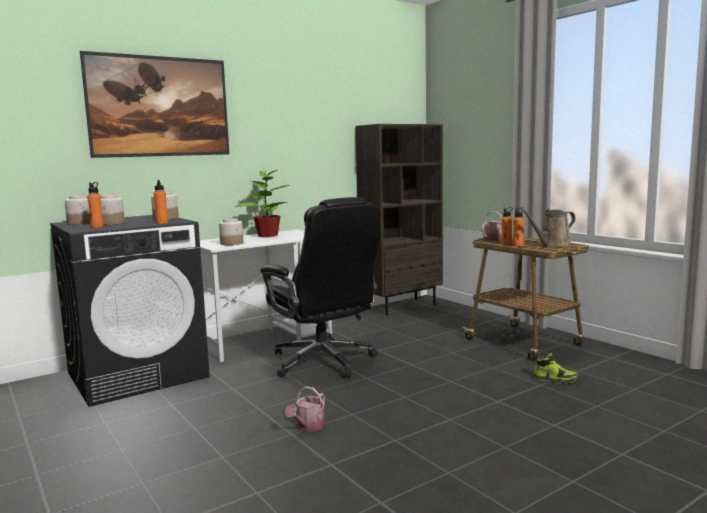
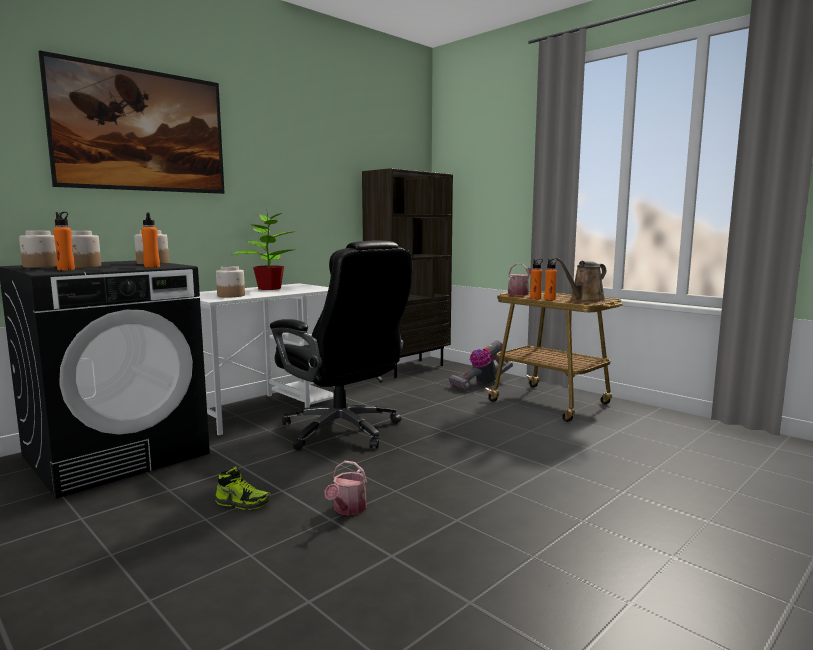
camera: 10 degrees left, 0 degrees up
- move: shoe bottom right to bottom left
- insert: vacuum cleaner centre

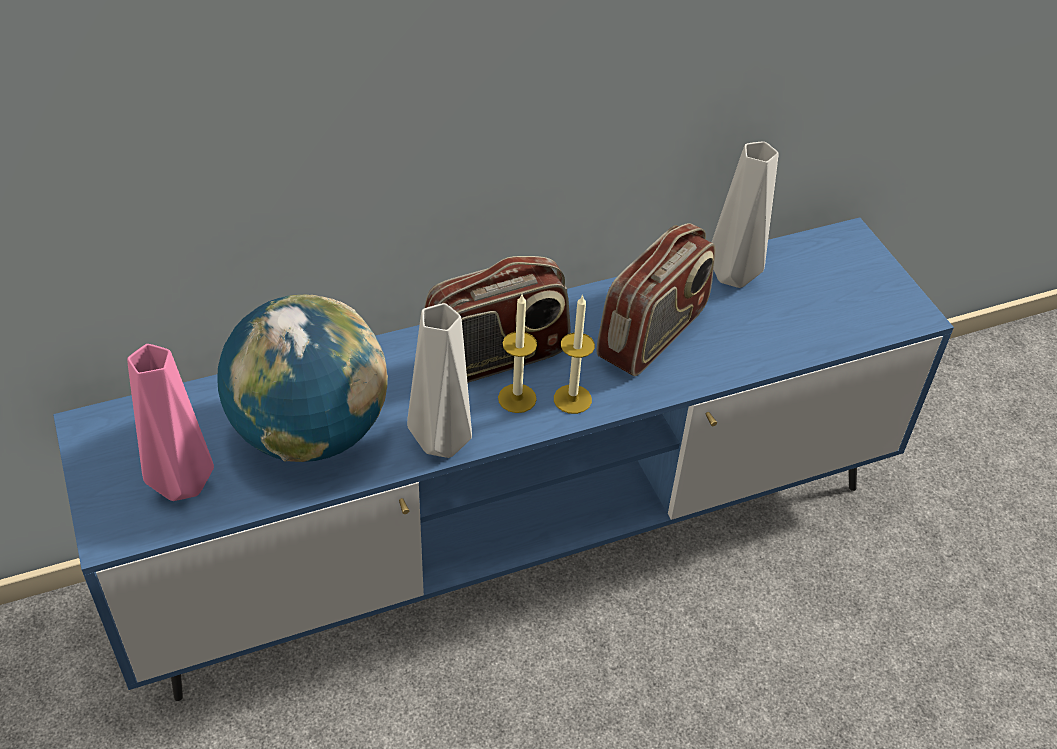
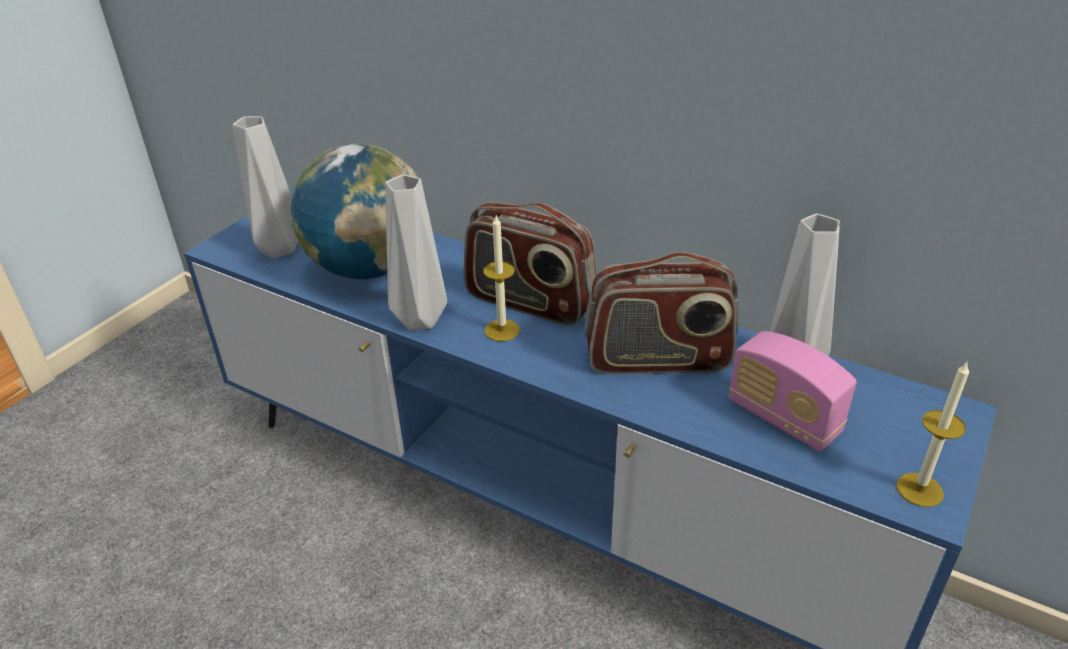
camera: 55 degrees right, 10 degrees down
- recolor: vase (pink) middle left to vase (grey) (1st from left) top left
- move: candle (2nd from left) centre to bottom right
- insert: radio (3rd from left) middle right

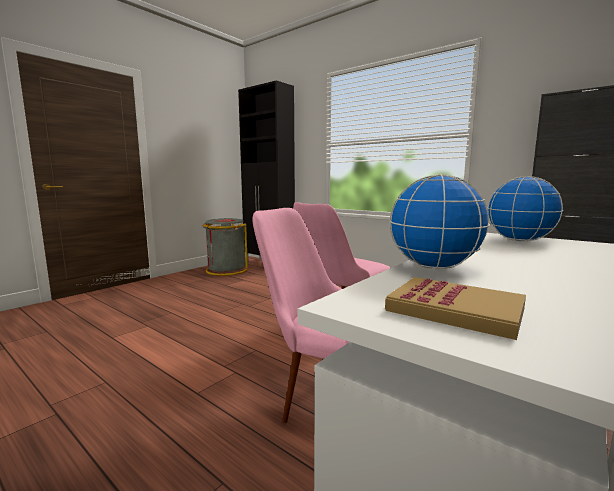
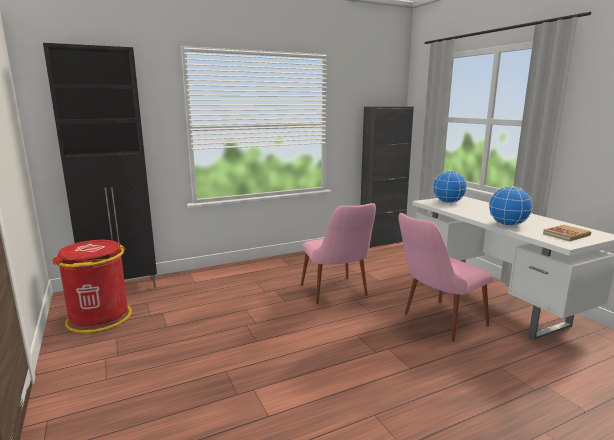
camera: 65 degrees left, 5 degrees up
- recolor: trash can (grey) centre to trash can (red) middle left

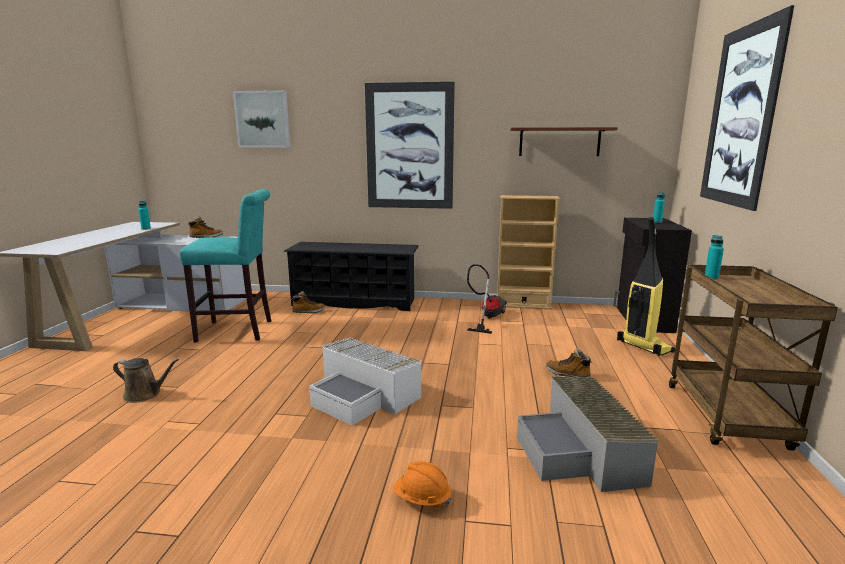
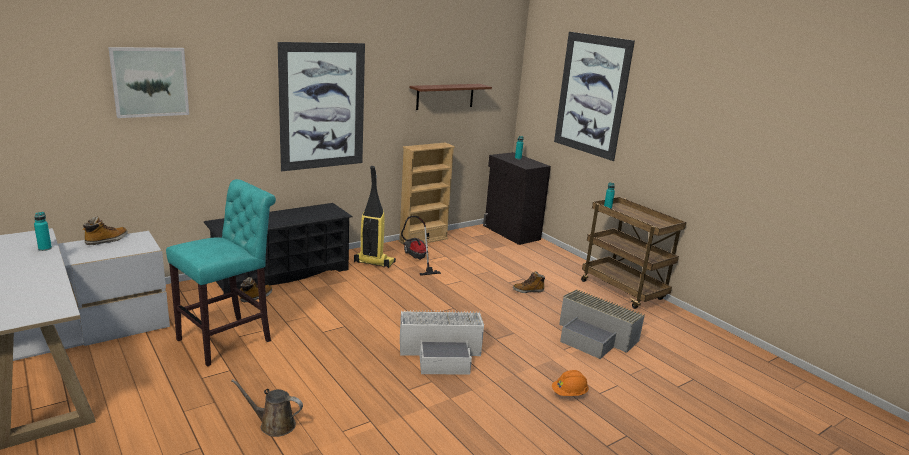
camera: 45 degrees left, 5 degrees up
- rotate: watering can (brown) bottom left = bottom left 135 degrees counterclockwise
- move: vacuum cleaner (2nd from left in the first image) middle right to vacuum cleaner (1st from left) centre

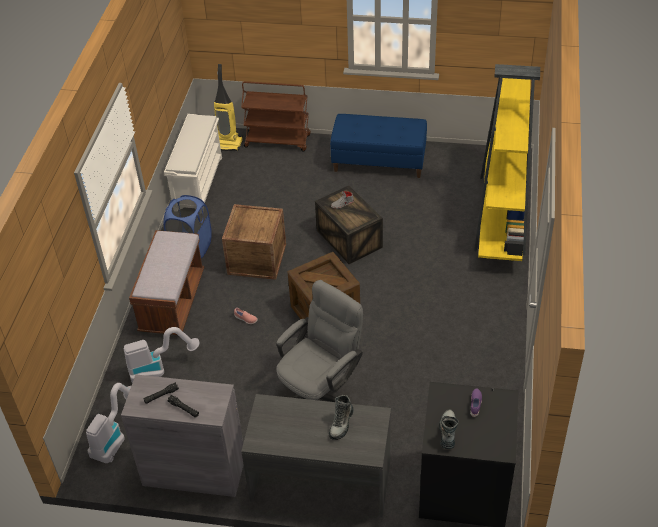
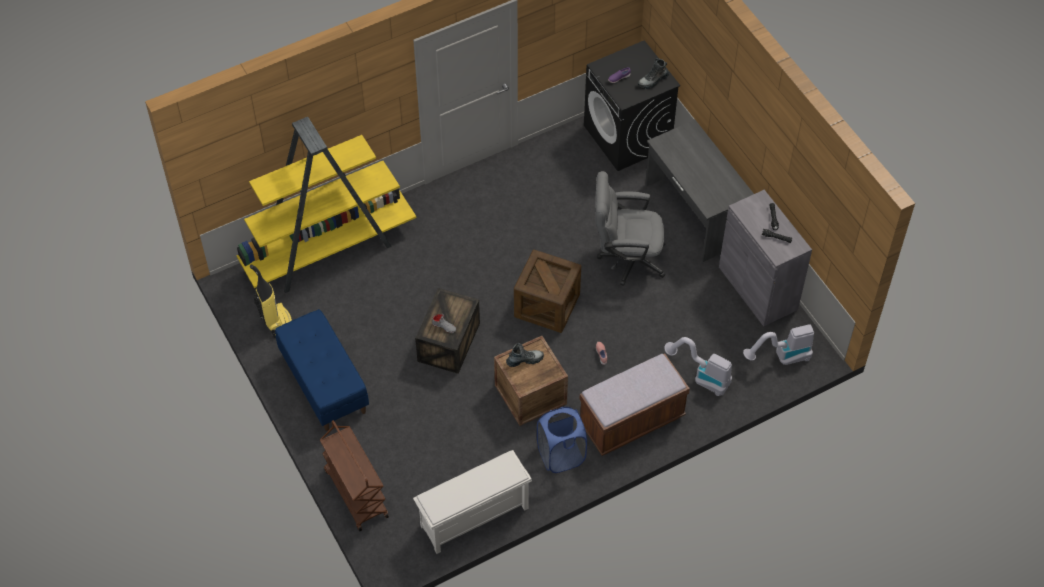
camera: 130 degrees left, 10 degrees up
- move: vacuum cleaner (3rd from left in the first image) top centre to vacuum cleaner (1st from left) middle left
- move: boot (1st from left) bottom centre to centre

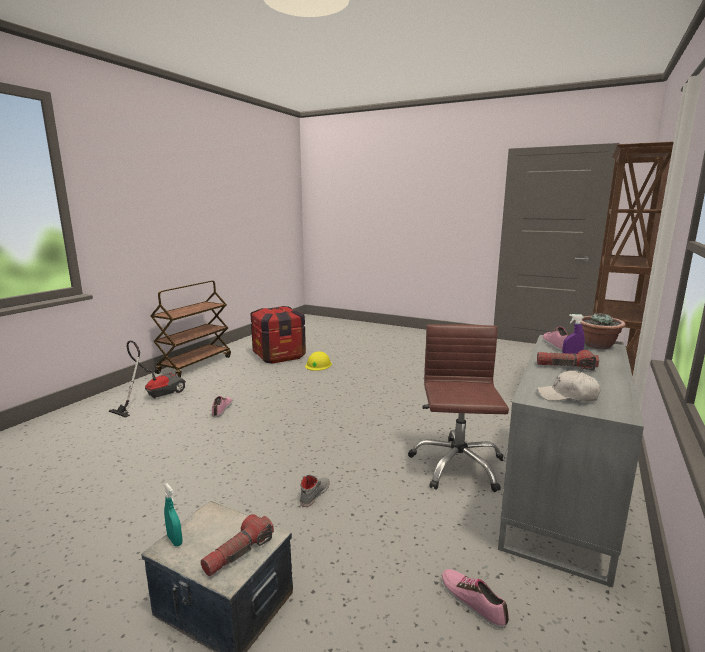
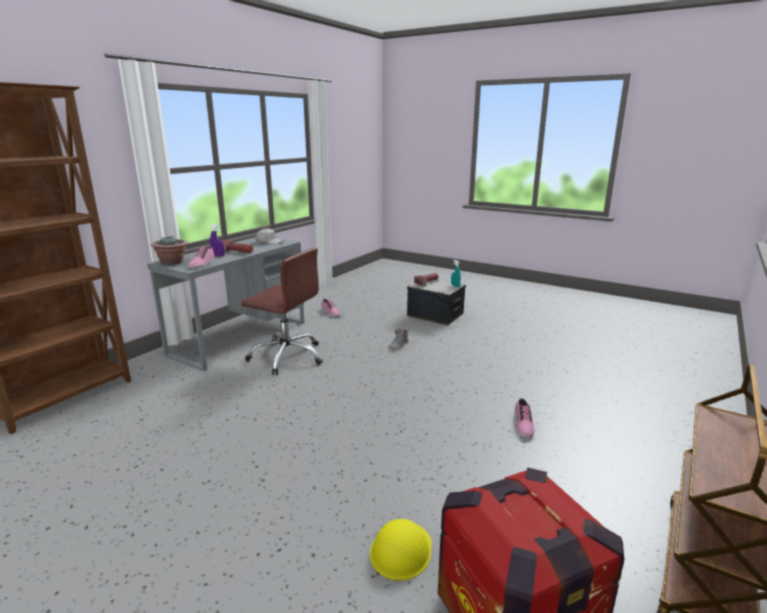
camera: 175 degrees left, 5 degrees up
- delete: vacuum cleaner middle left
- rotate: office chair (brown) centre = centre 75 degrees counterclockwise

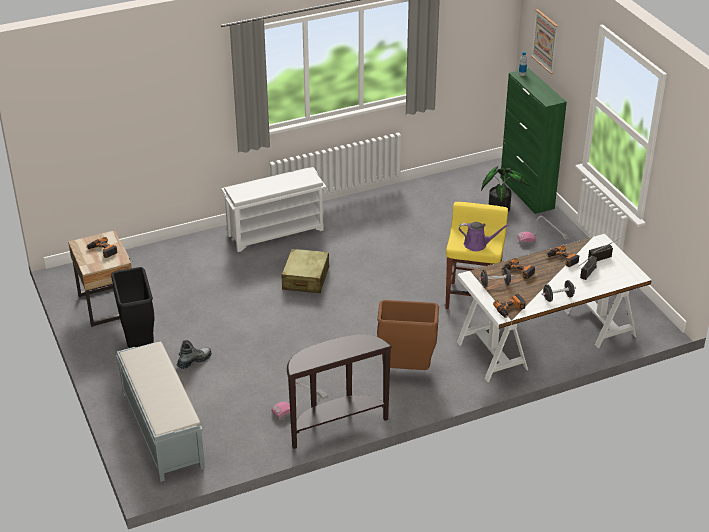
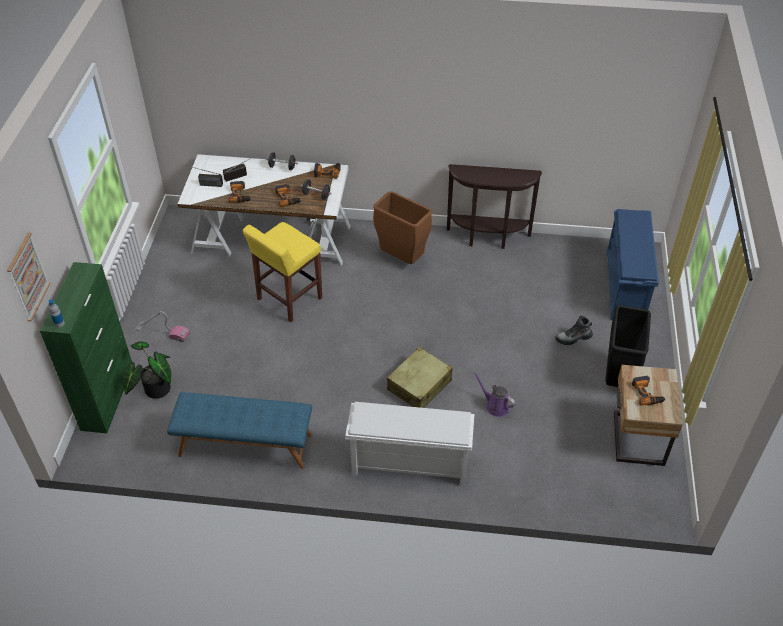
camera: 150 degrees left, 10 degrees up
- replace: bench (grey) bottom left to shoe rack (blue) middle right
- delete: vacuum cleaner (1st from left) bottom centre
- move: watering can (purple) middle right to centre
- insert: bench (blue) bottom left

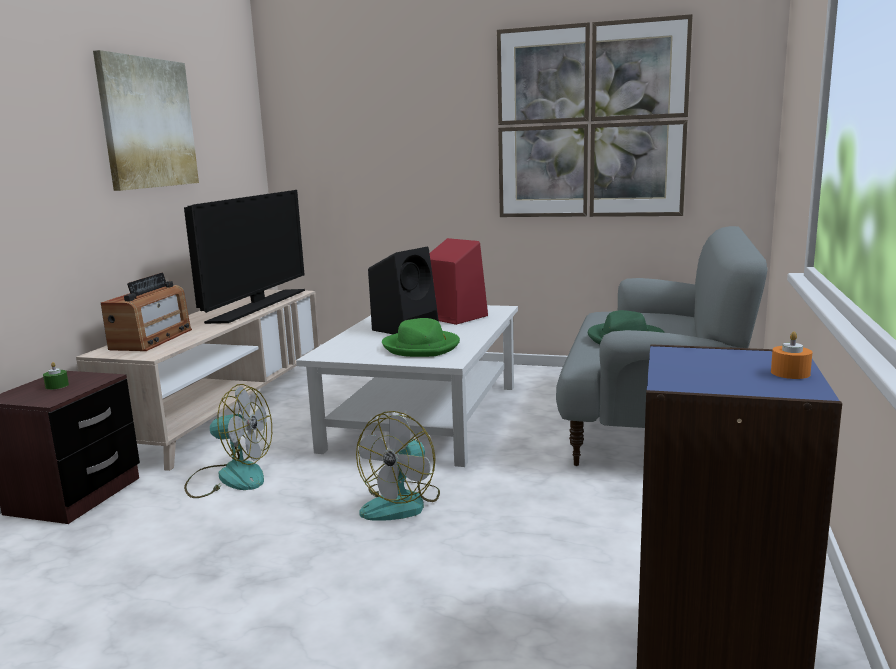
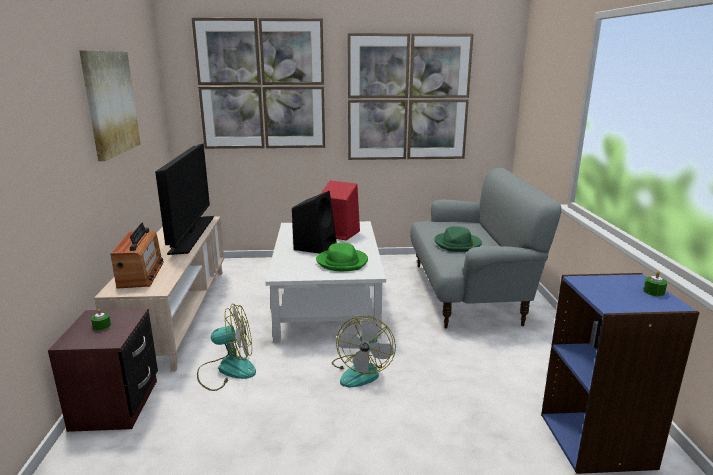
camera: 20 degrees left, 5 degrees up
- recolor: candle (orange) middle right to candle (green) (2nd from left) middle right
- insert: picture (2nd from left) top centre

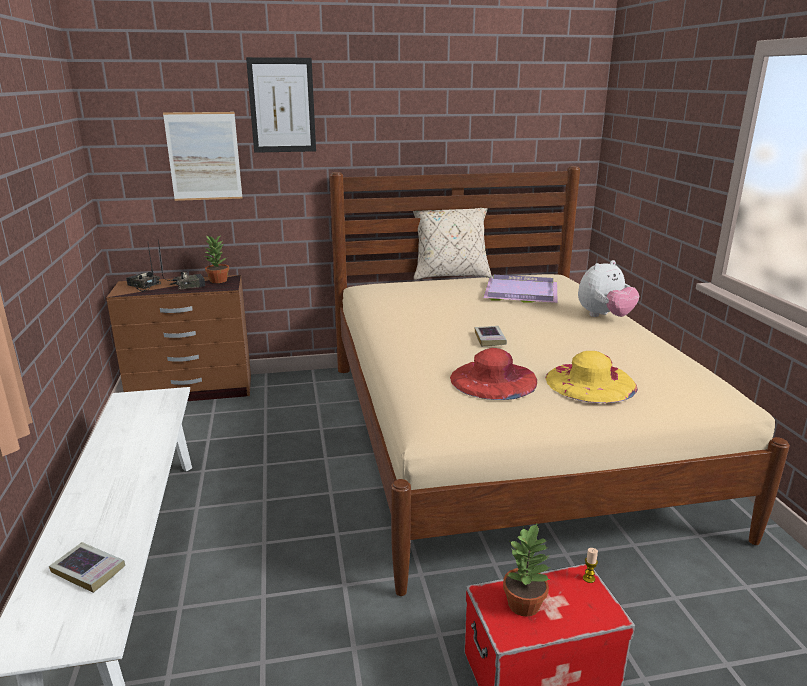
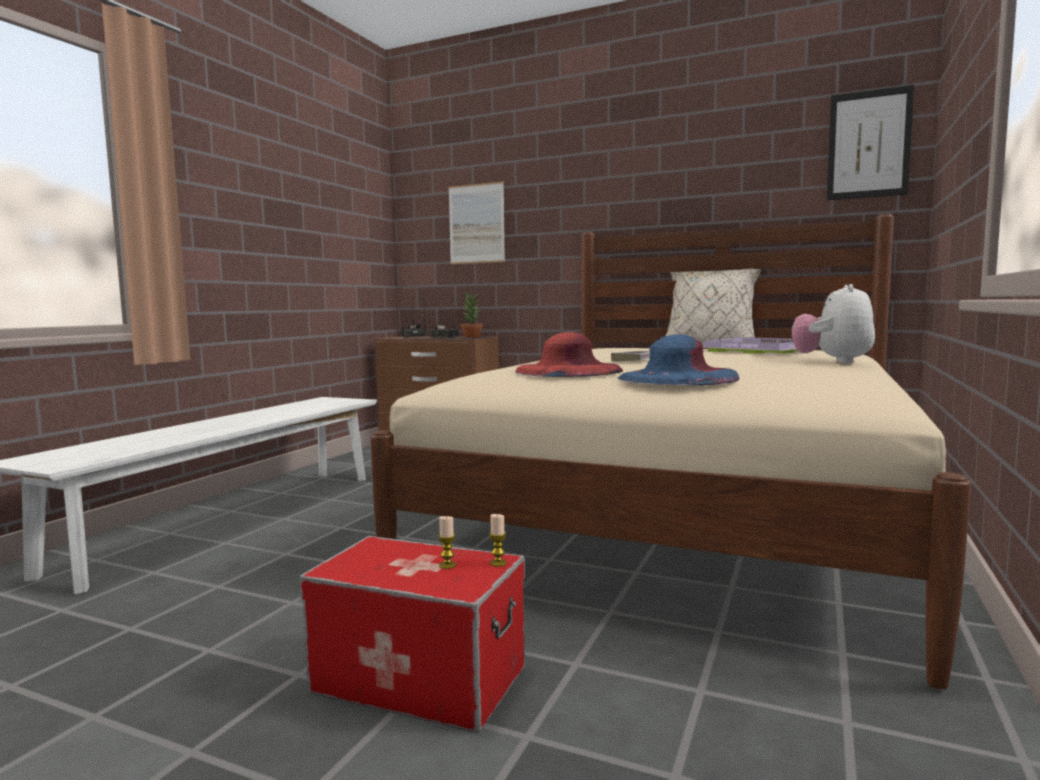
camera: 35 degrees right, 15 degrees down
- delete: book (1st from left) bottom left
- move: picture (2nd from left) top centre to top right
- delete: potted plant (2nd from left) bottom centre
- recolor: hat (yellow) middle right to hat (blue) centre
- rotate: plush toy middle right = middle right 105 degrees clockwise
- insert: candle (1st from left) bottom centre

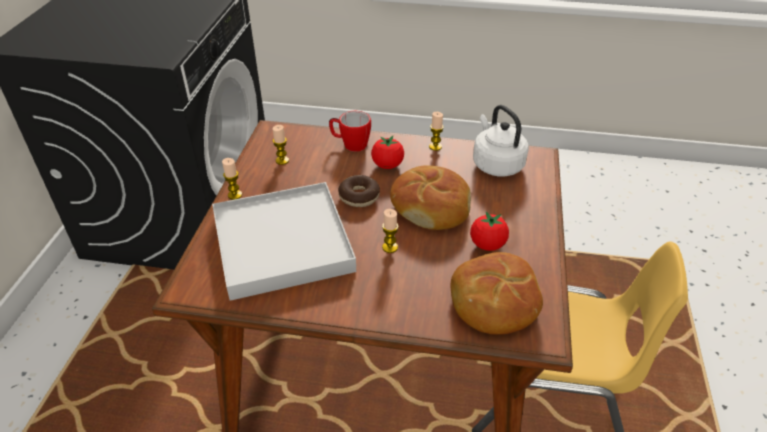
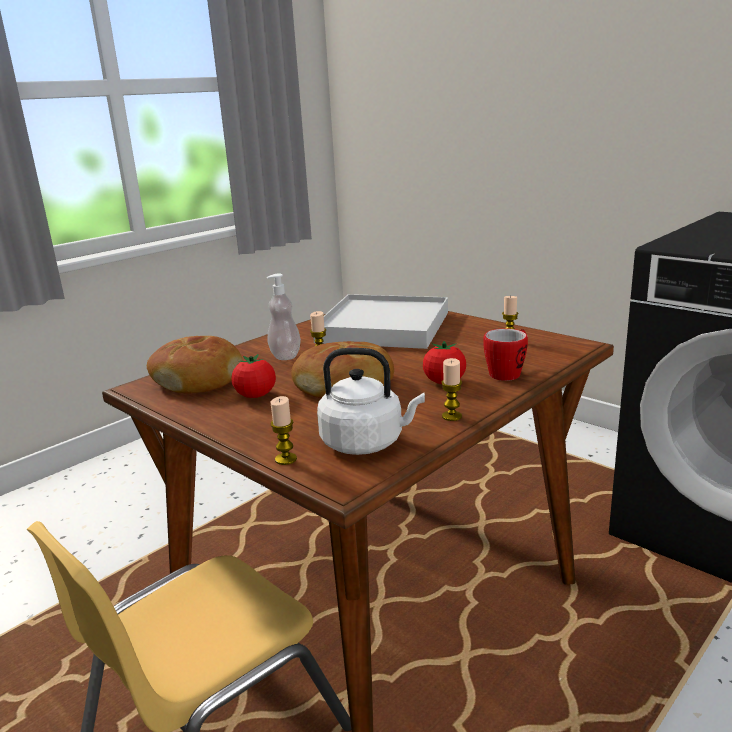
camera: 125 degrees right, 20 degrees down
- move: candle (1st from left) middle left to centre
- delete: donut centre
- insert: soap dispenser centre

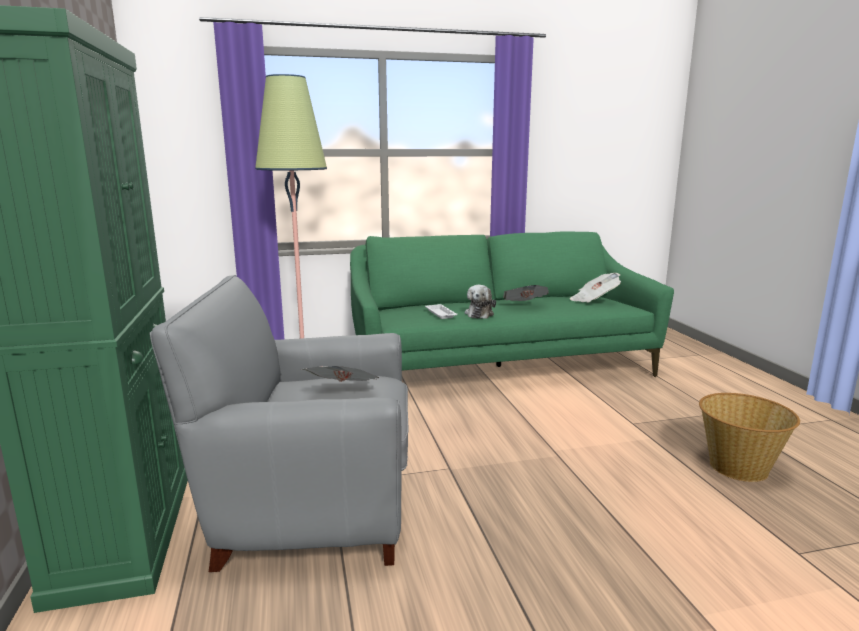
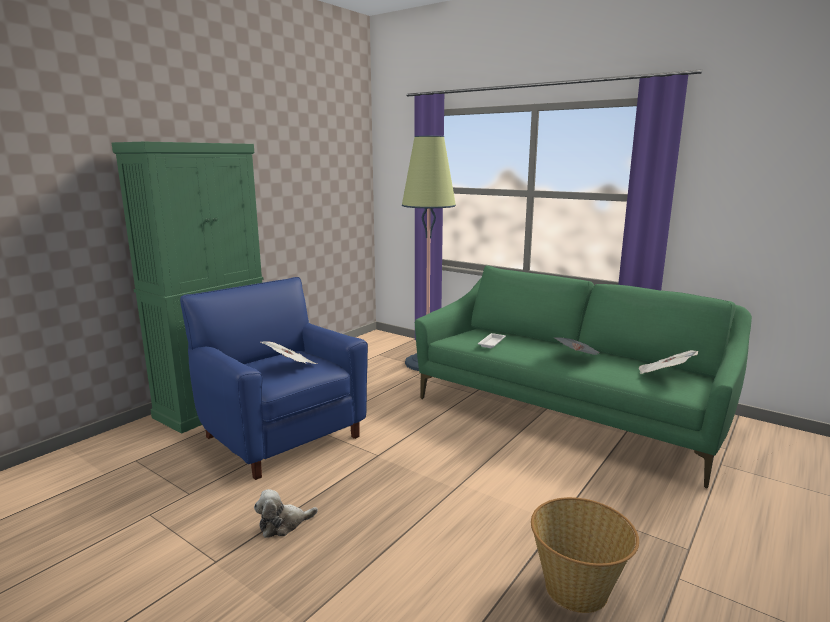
camera: 50 degrees right, 0 degrees up
- recolor: armchair (grey) bottom left to armchair (blue) middle left
- move: plush toy centre to bottom centre

